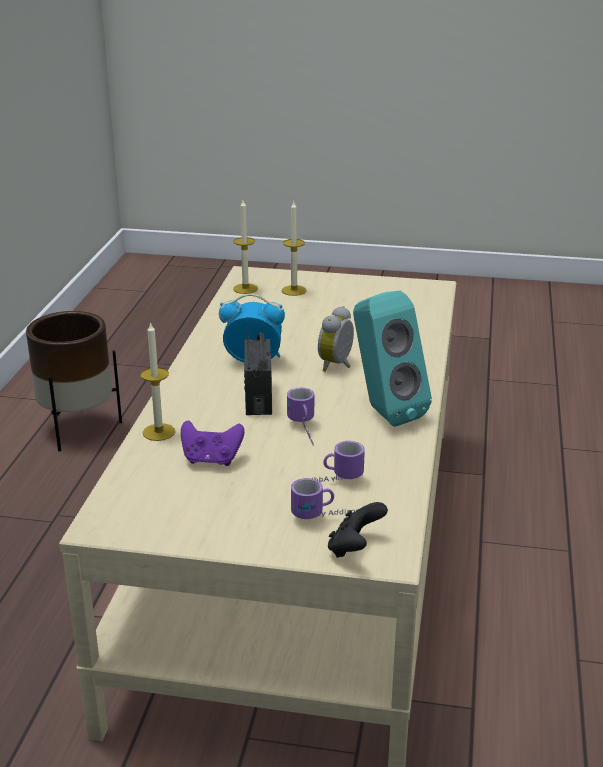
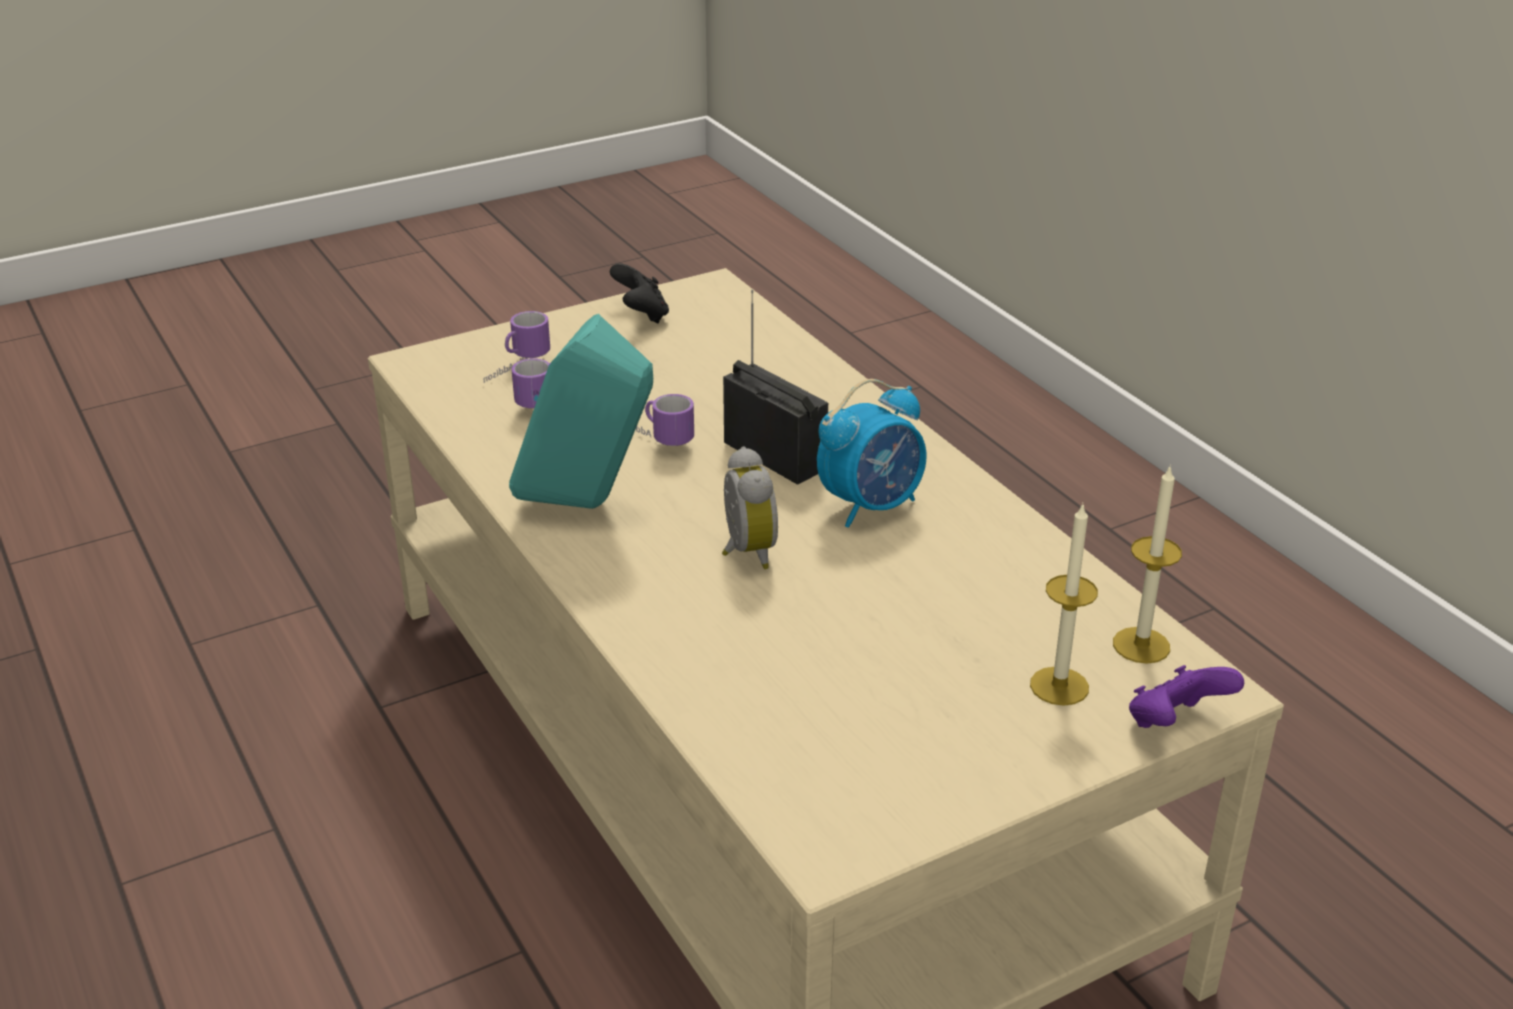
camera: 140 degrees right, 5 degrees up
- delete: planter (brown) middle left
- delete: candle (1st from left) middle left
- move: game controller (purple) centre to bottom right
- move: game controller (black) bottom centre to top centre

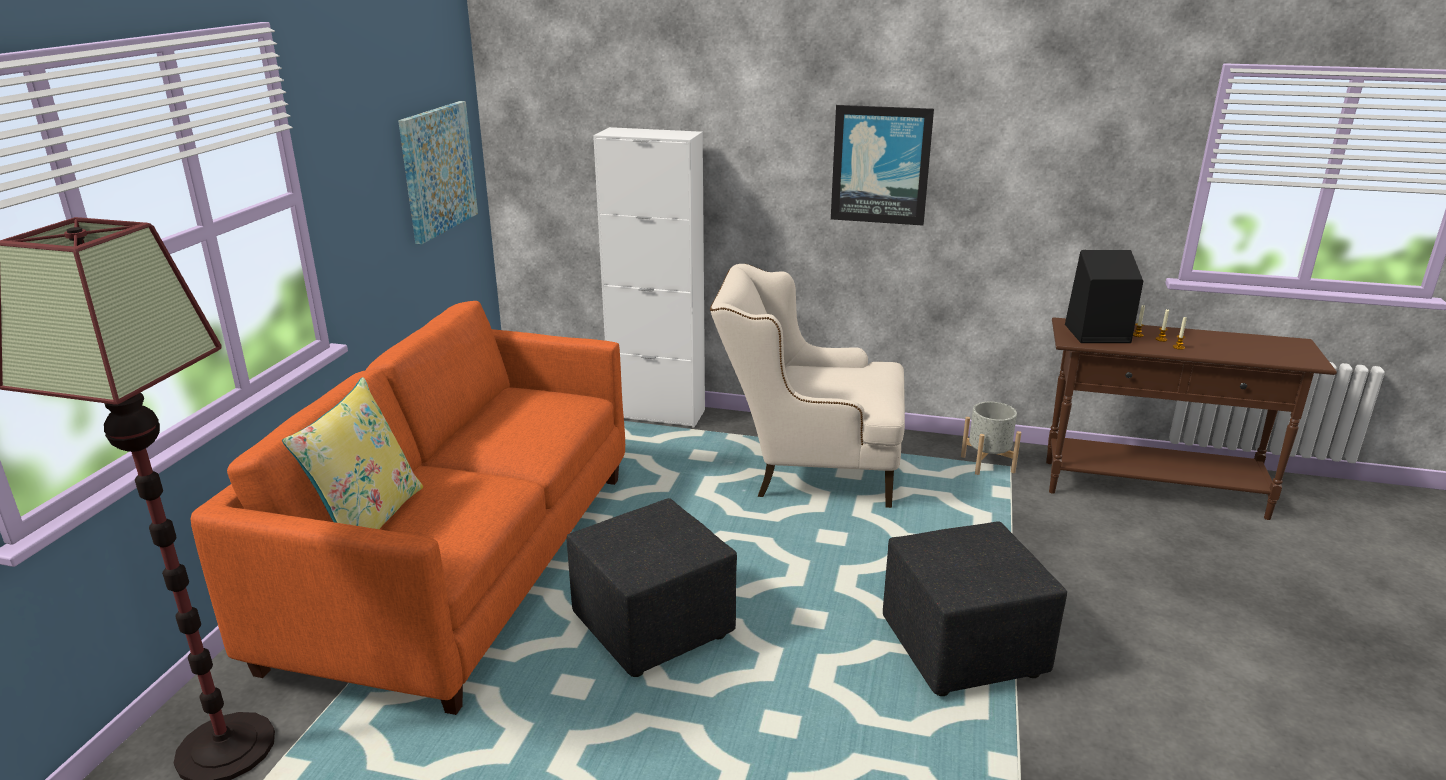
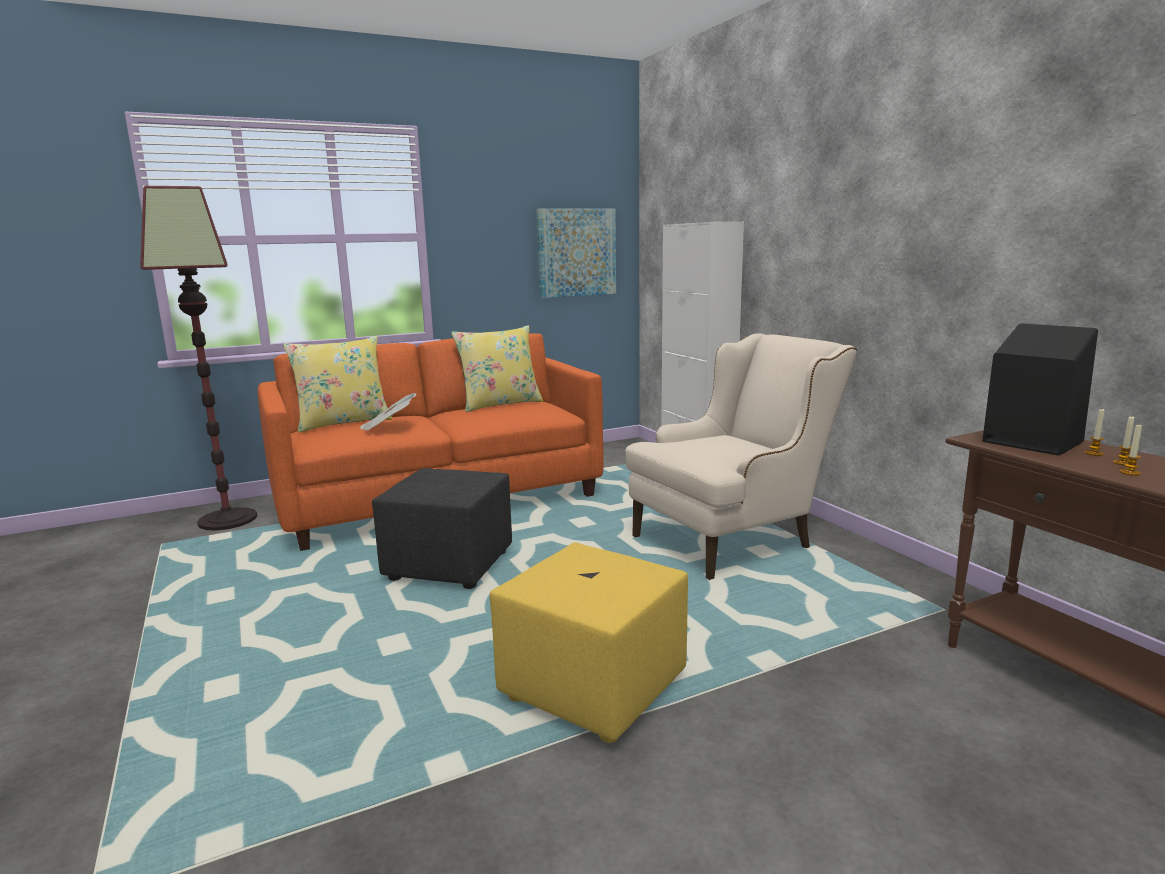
camera: 50 degrees right, 10 degrees down
- rotate: armchair (beige) centre = centre 90 degrees clockwise
- delete: picture (2nd from left) top centre
- recolor: ottoman (black) (2nd from left) bottom right to ottoman (yellow) bottom centre
- delete: planter (grey) middle right
- insert: newspaper middle left
- insert: pillow (yellow) (2nd from left) centre

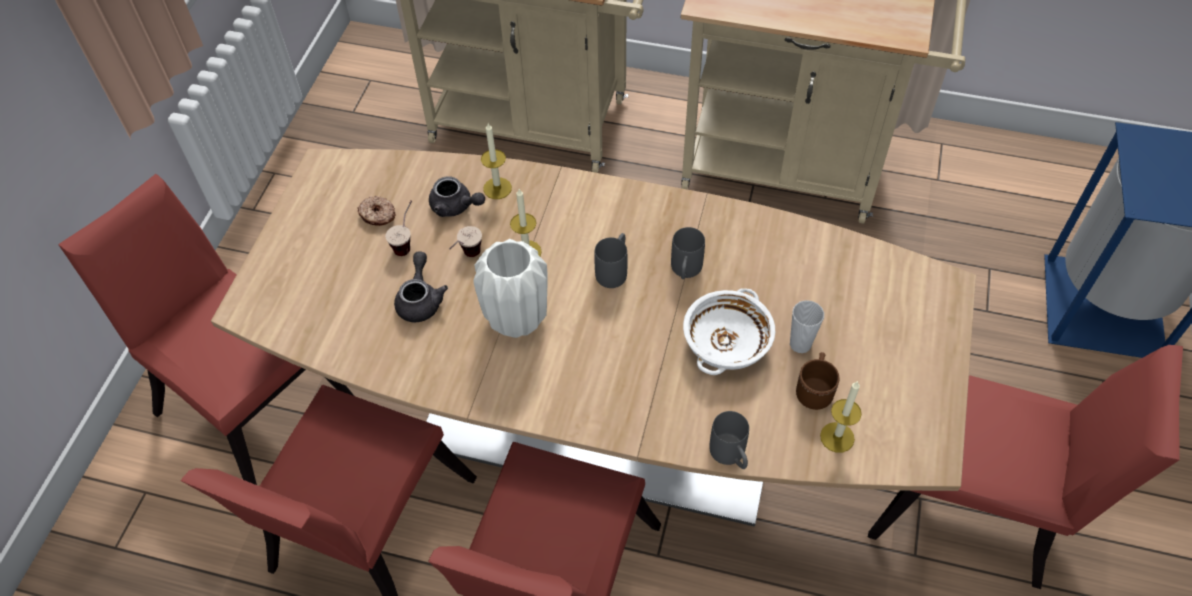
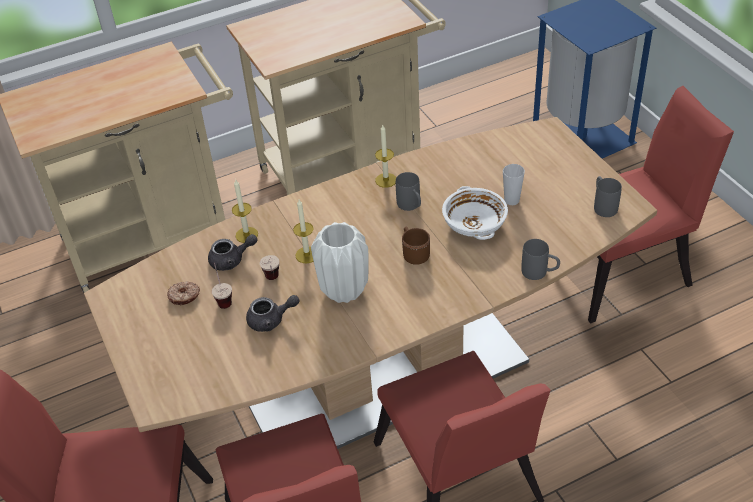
camera: 40 degrees left, 10 degrees down
- rotate: teapot (grey) (1st from left in the first image) centre = centre 120 degrees clockwise
- move: mug (grey) (1st from left in the first image) centre to mug (grey) (3rd from left) middle right
- move: mug (brown) middle right to centre
- move: candle (3rd from left) bottom right to top centre

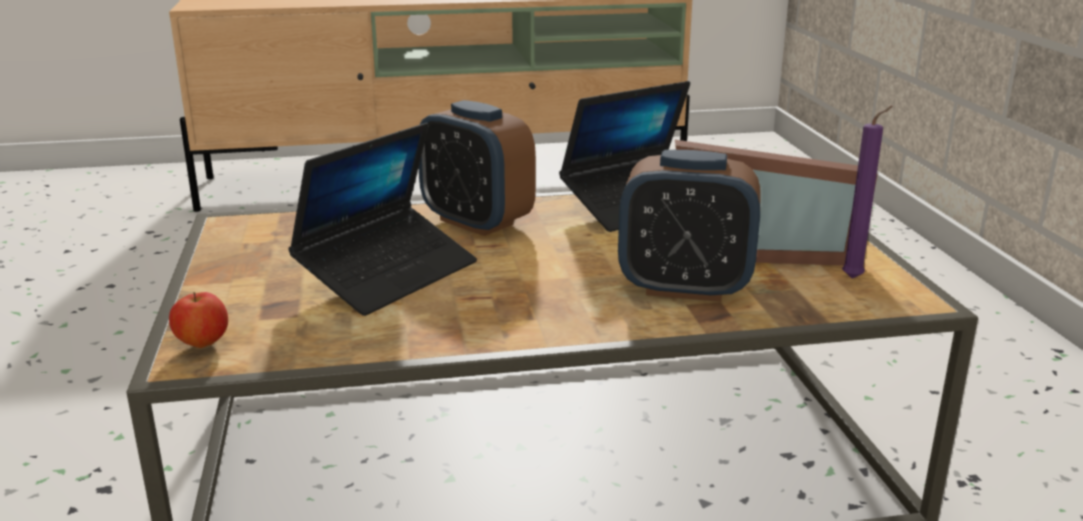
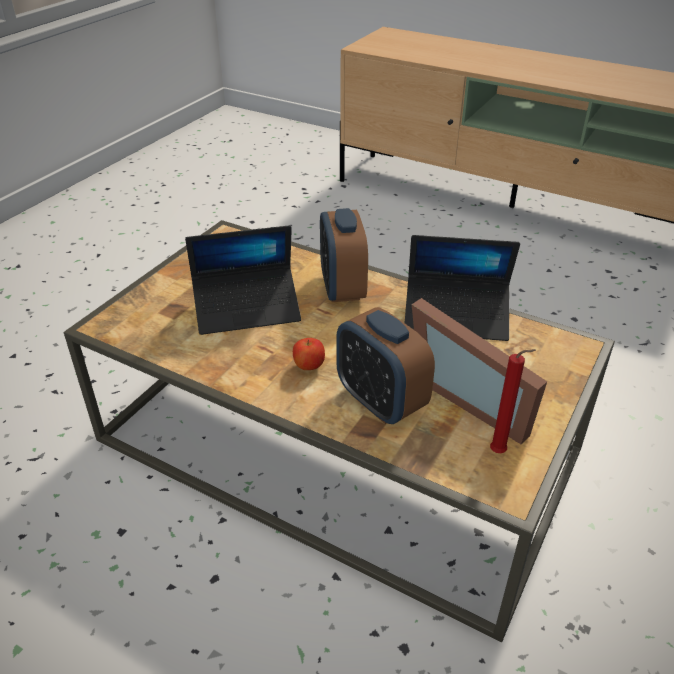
camera: 40 degrees right, 15 degrees up
- move: apple middle left to centre
- recolor: candle (purple) middle right to candle (red) middle right

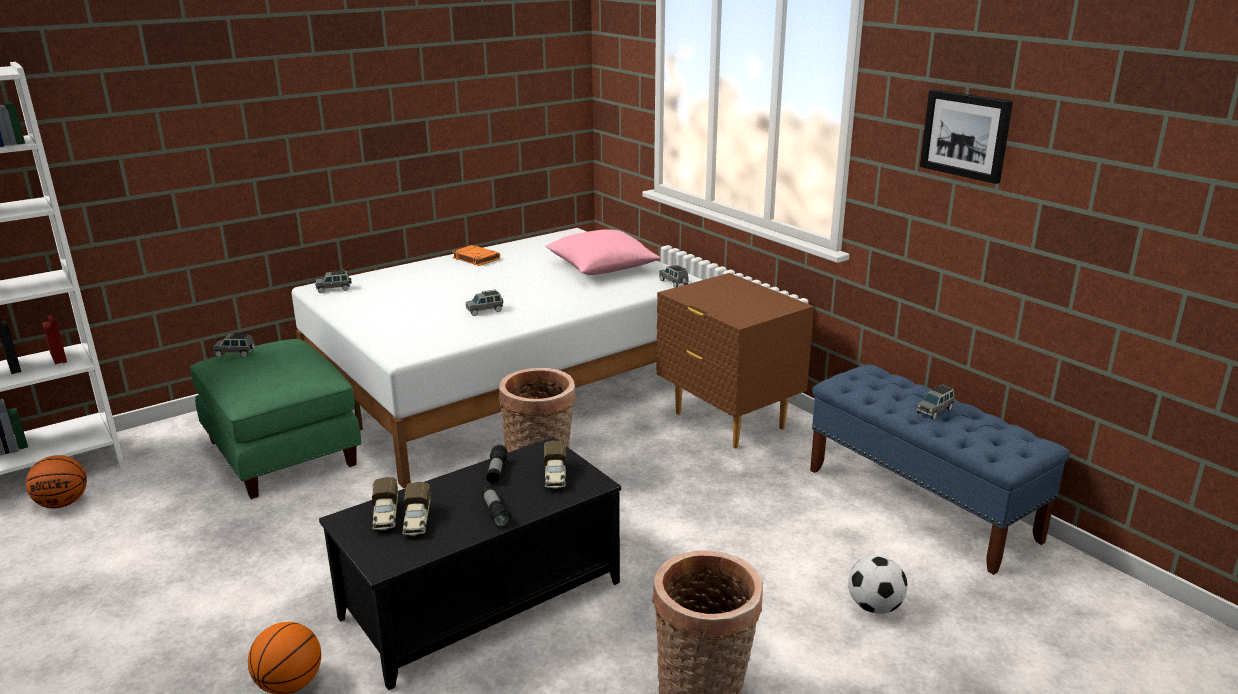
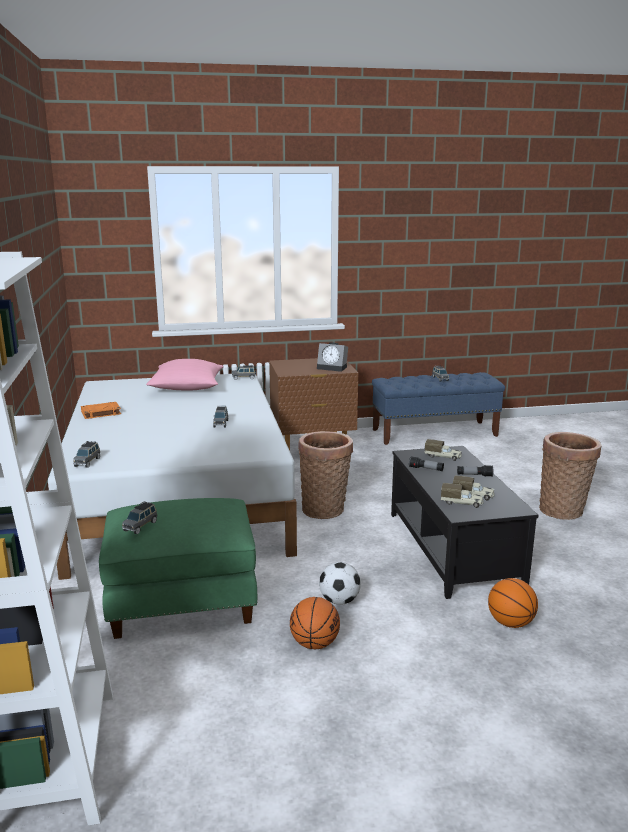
camera: 65 degrees left, 5 degrees down
- move: basketball (1st from left) bottom left to bottom centre
- move: football bottom right to bottom centre
- delete: picture top right
- insert: alarm clock centre

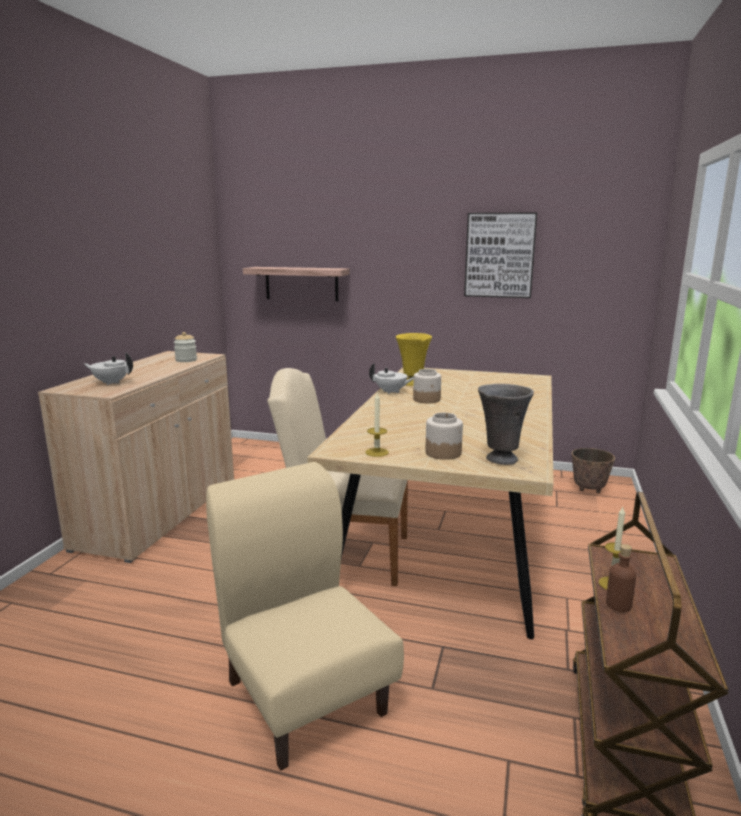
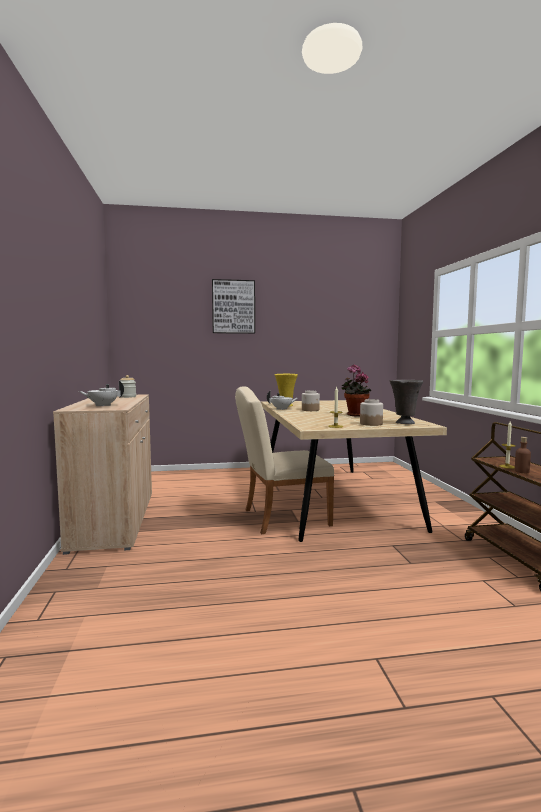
camera: 25 degrees left, 10 degrees down
- delete: chair (beige) (1st from left) bottom centre
- delete: shelf centre
- move: picture top right to centre
- delete: planter middle right
- insert: potted plant centre

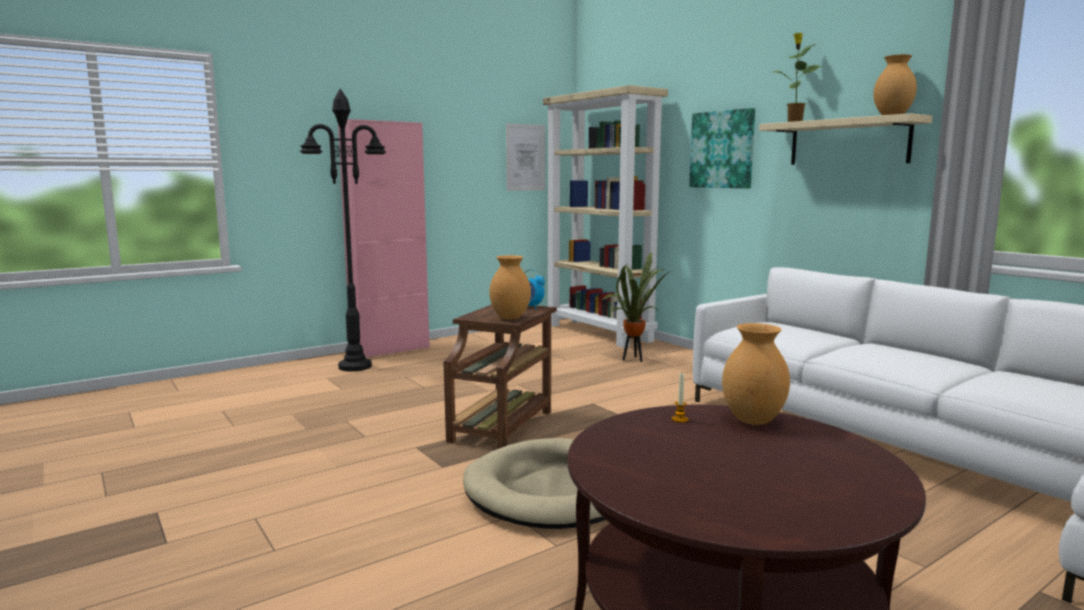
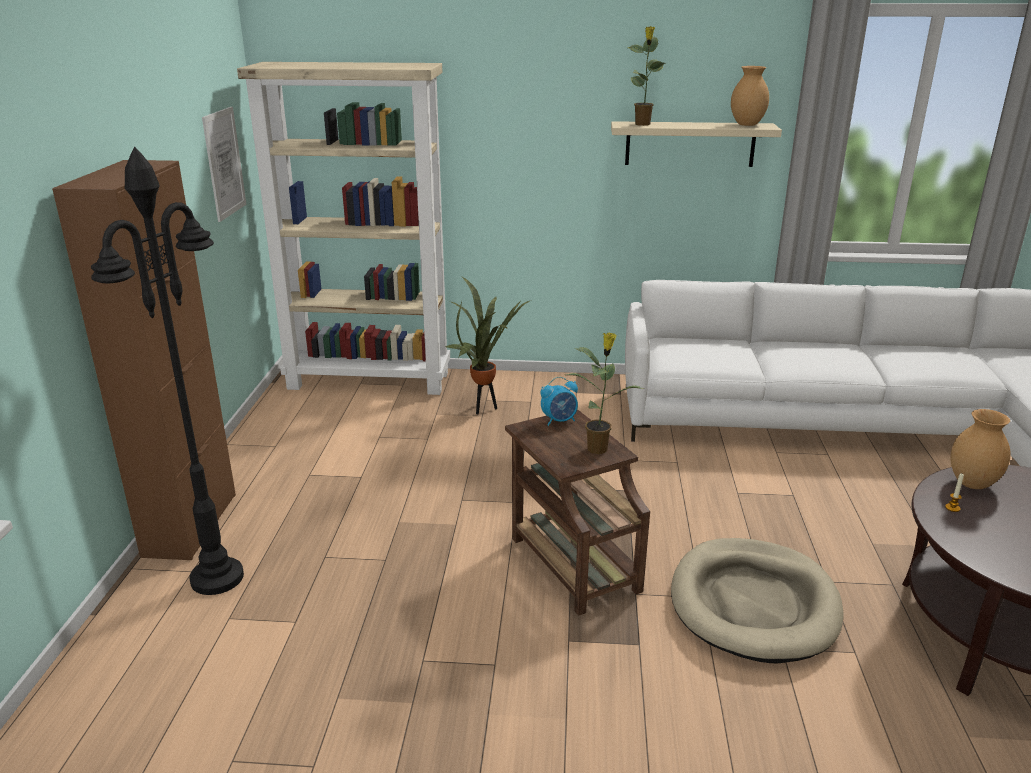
camera: 50 degrees left, 15 degrees up
- recolor: cabinet (pink) centre to cabinet (brown) middle left
- replace: vase (brown) (1st from left) centre to potted plant (2nd from left) centre
- delete: picture (2nd from left) top centre

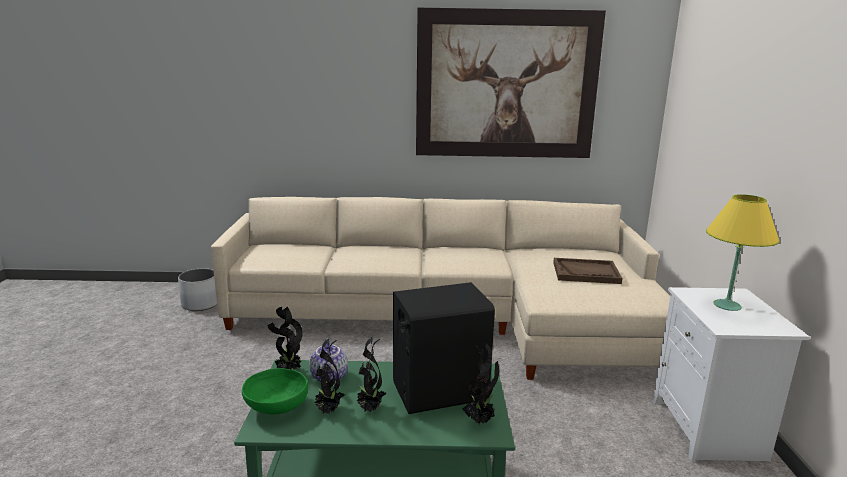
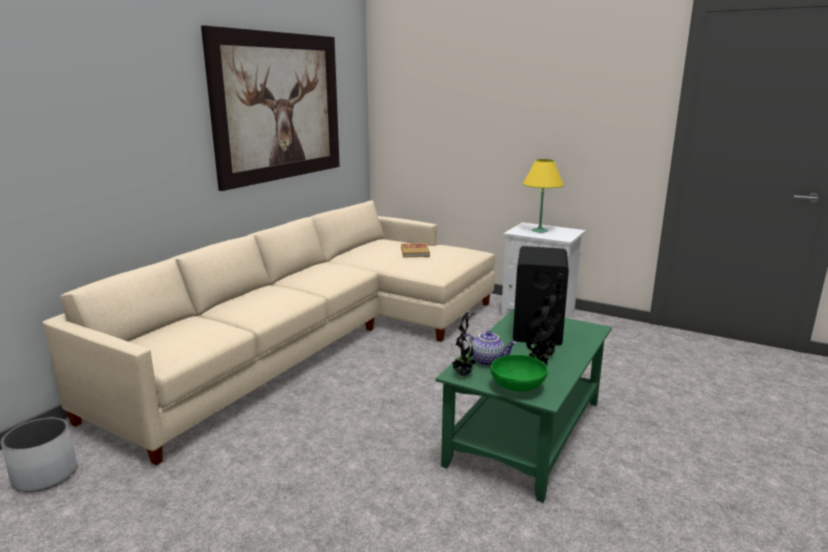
camera: 60 degrees left, 0 degrees up
- delete: potted plant (4th from left) bottom centre
- replace: tray (brown) middle right to book centre

